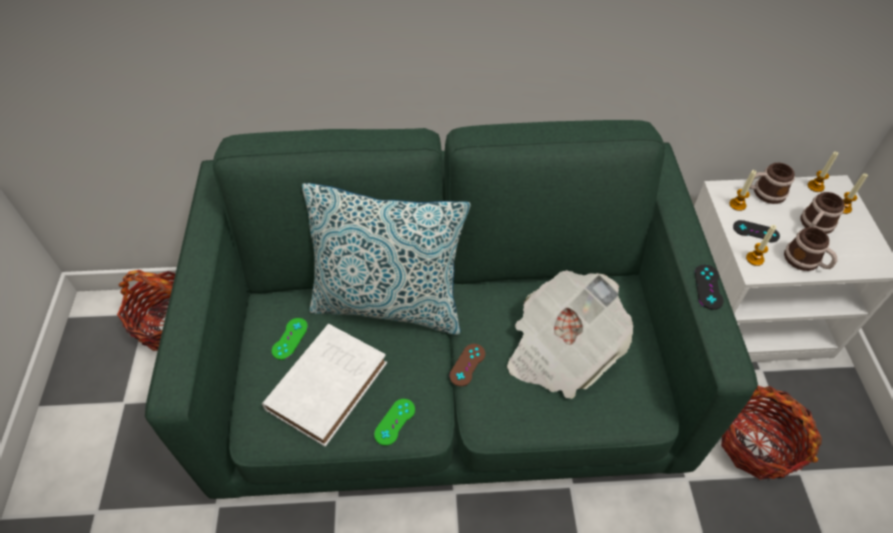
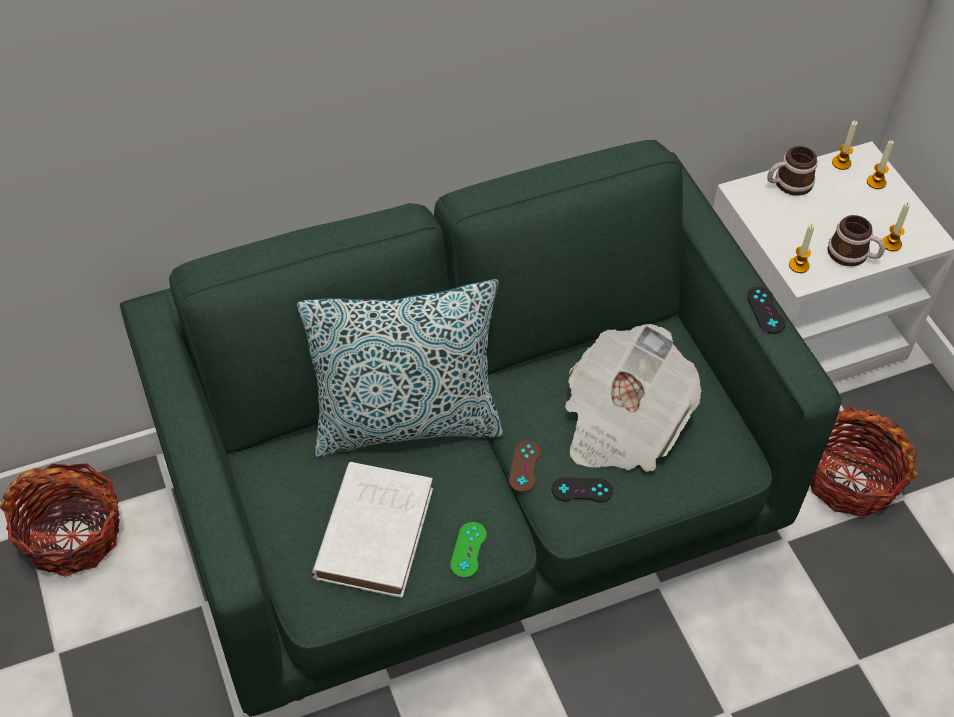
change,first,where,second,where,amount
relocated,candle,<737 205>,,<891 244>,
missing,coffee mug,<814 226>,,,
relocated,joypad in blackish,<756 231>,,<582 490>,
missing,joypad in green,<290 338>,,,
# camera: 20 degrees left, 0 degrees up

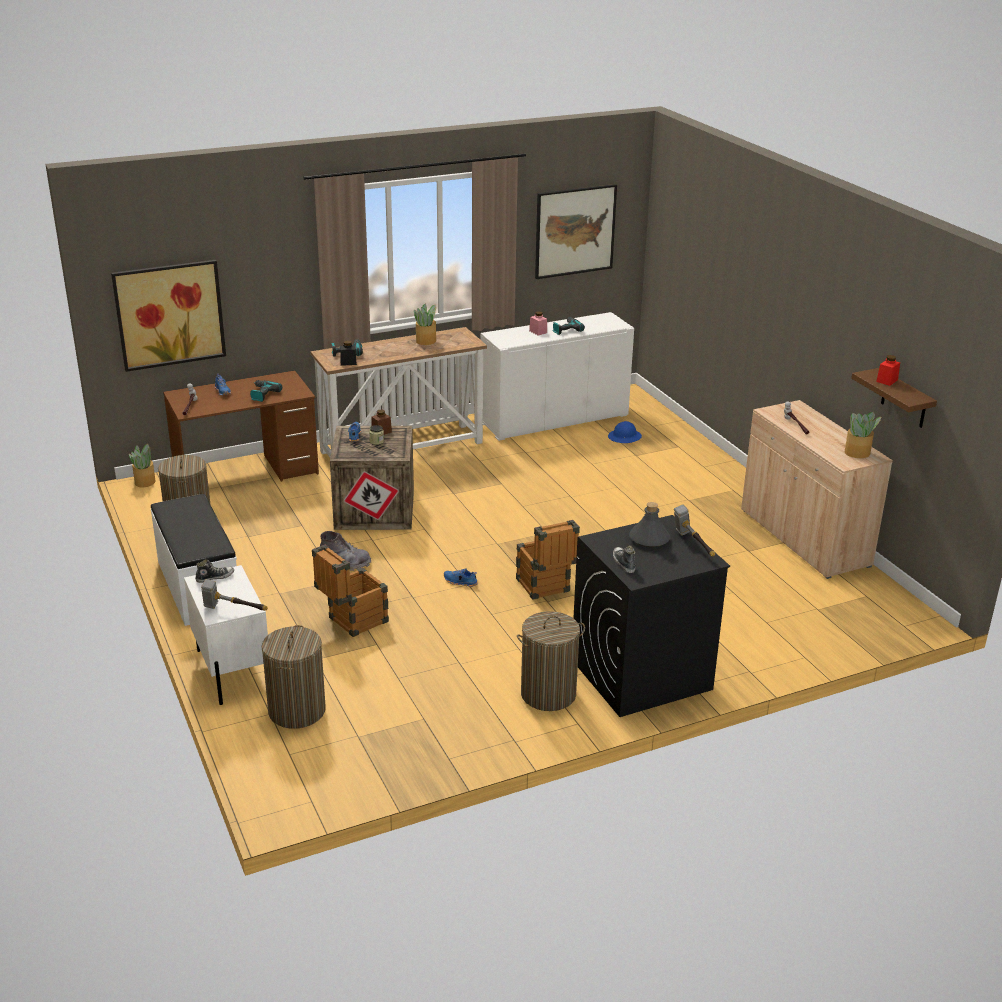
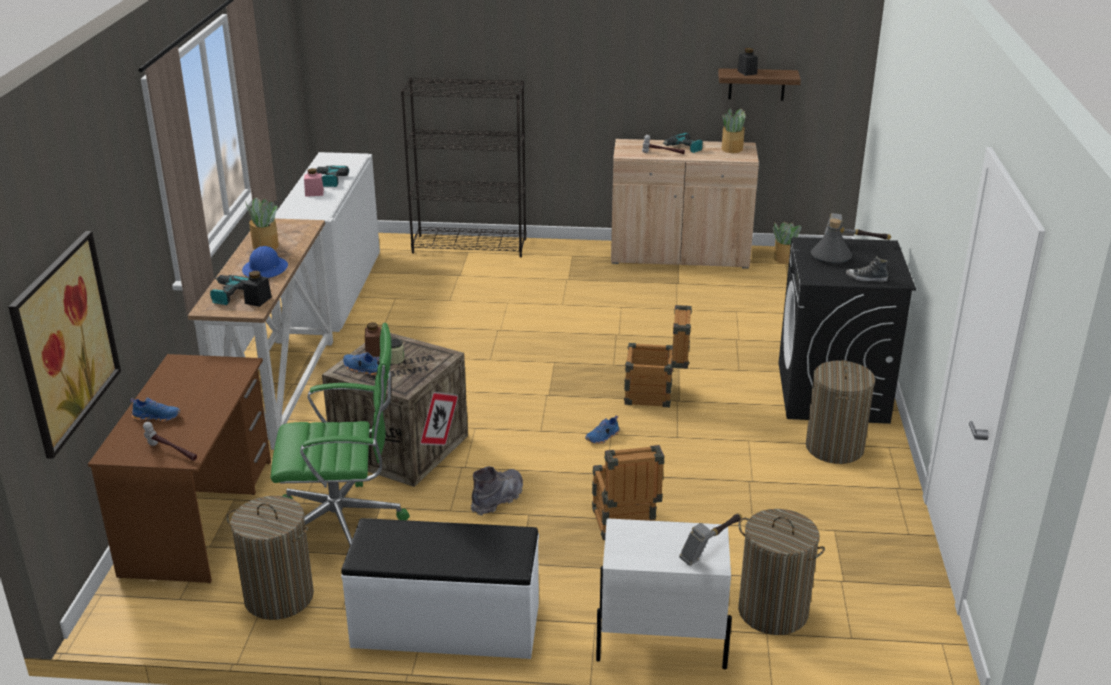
change,first,where,second,where,amount
missing,wall picture,<574 231>,,,
colour,jar in red,<887 380>,jar in blackish,<747 72>,
relocated,power drill,<262 394>,,<683 148>,
relocated,safety helmet in bluish,<624 437>,,<265 269>,
relocated,houseplant,<145 481>,,<784 259>,
missing,item of footwear,<215 577>,,,
appeared,,,shelving unit in blackish,<470 246>,
appeared,,,desk chair in green,<343 524>,
# camera: 60 degrees left, 0 degrees up

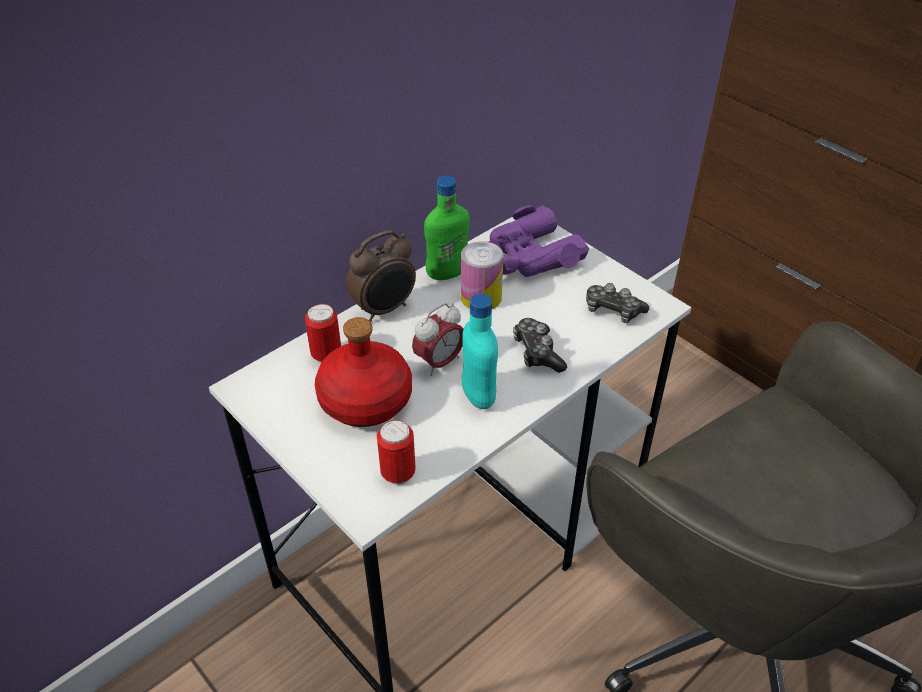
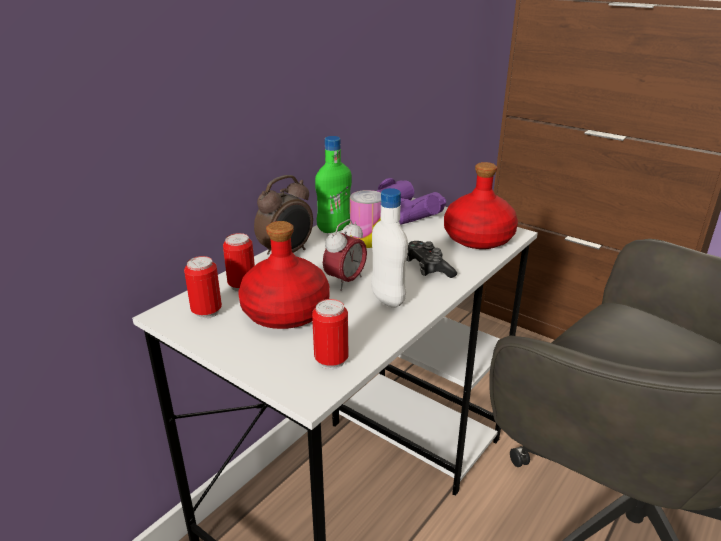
change,first,where,second,where,amount
exchanged,joypad,<613 310>,beverage bottle in red,<477 238>,
colour,beverage bottle in blue-green,<478 395>,beverage bottle in white,<387 299>,
appeared,,,can,<207 312>,
# camera: 10 degrees left, 15 degrees down

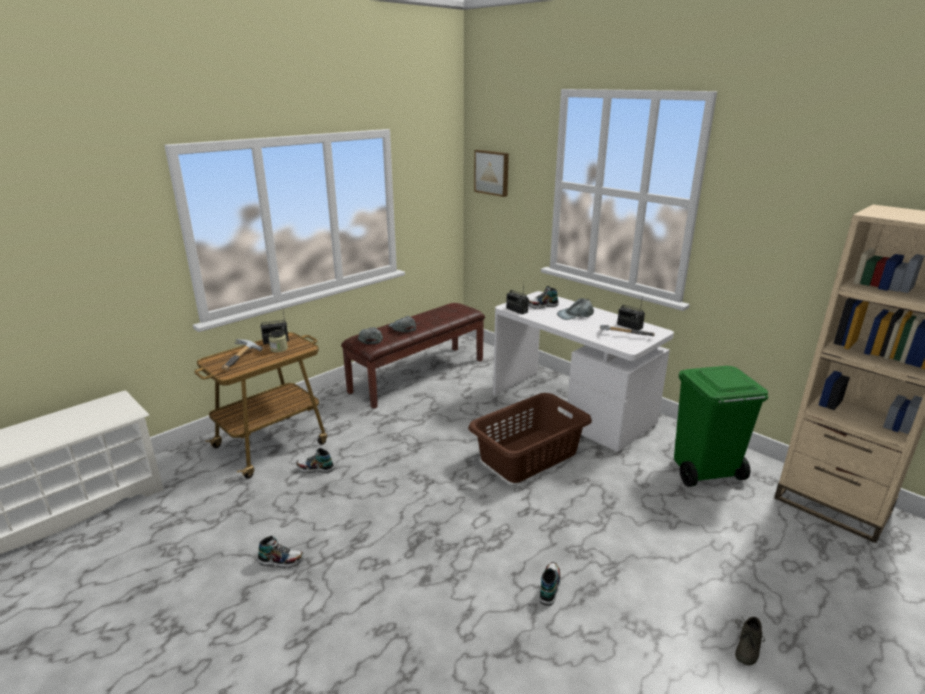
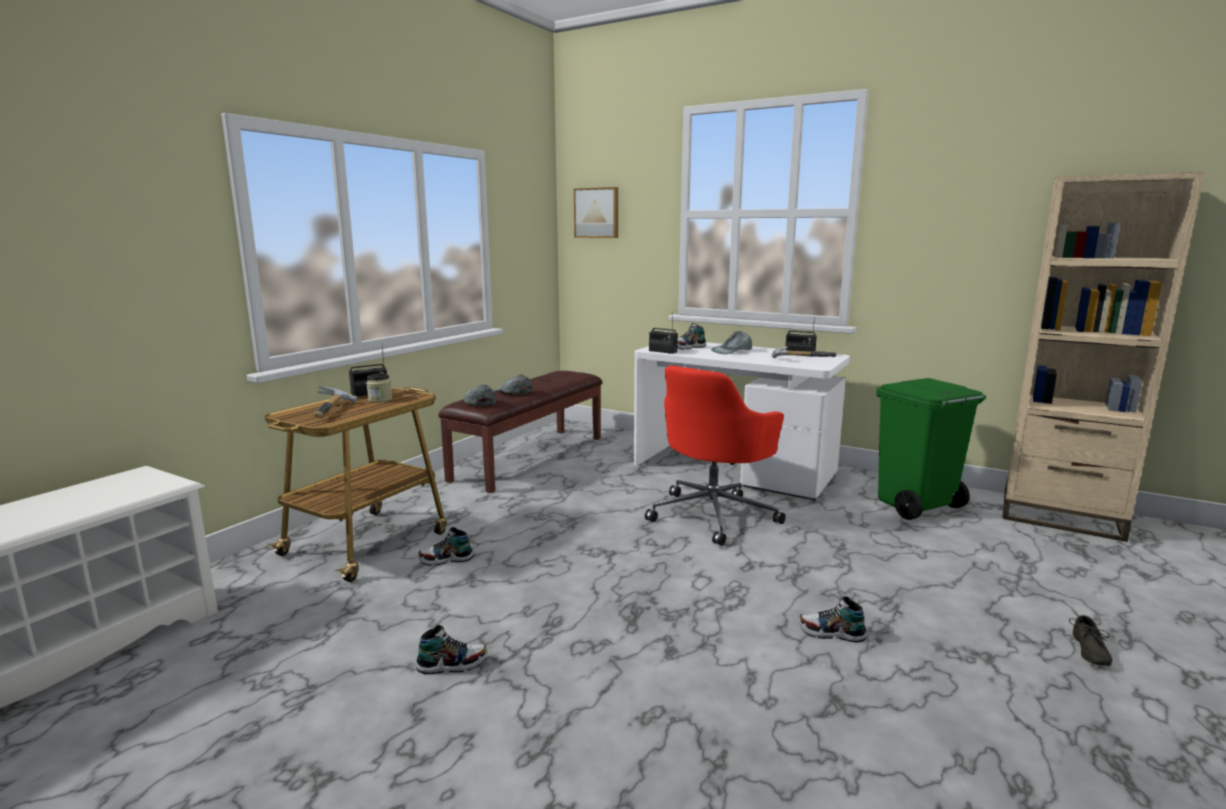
change,first,where,second,where,amount
exchanged,laundry basket in brownish,<527 455>,desk chair in red,<714 515>,
spun,item of footwear,<549 587>,,<831 633>,75 degrees counterclockwise
# camera: 15 degrees left, 10 degrees down

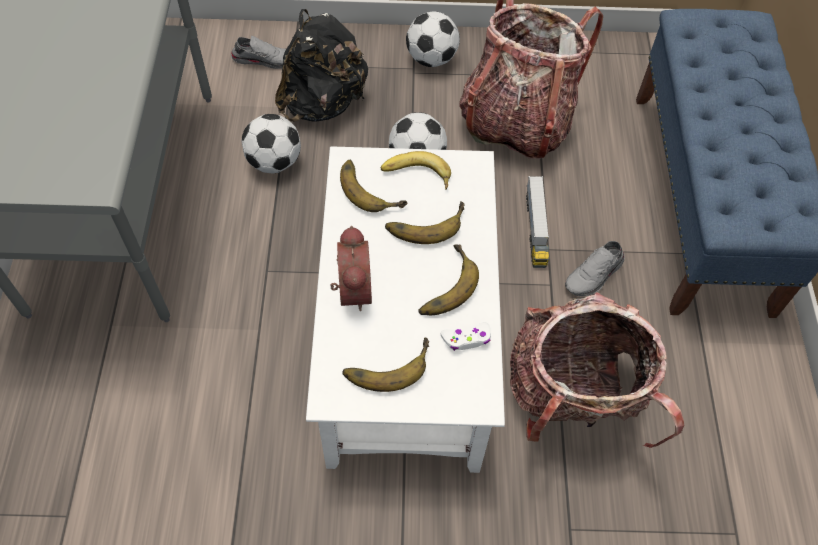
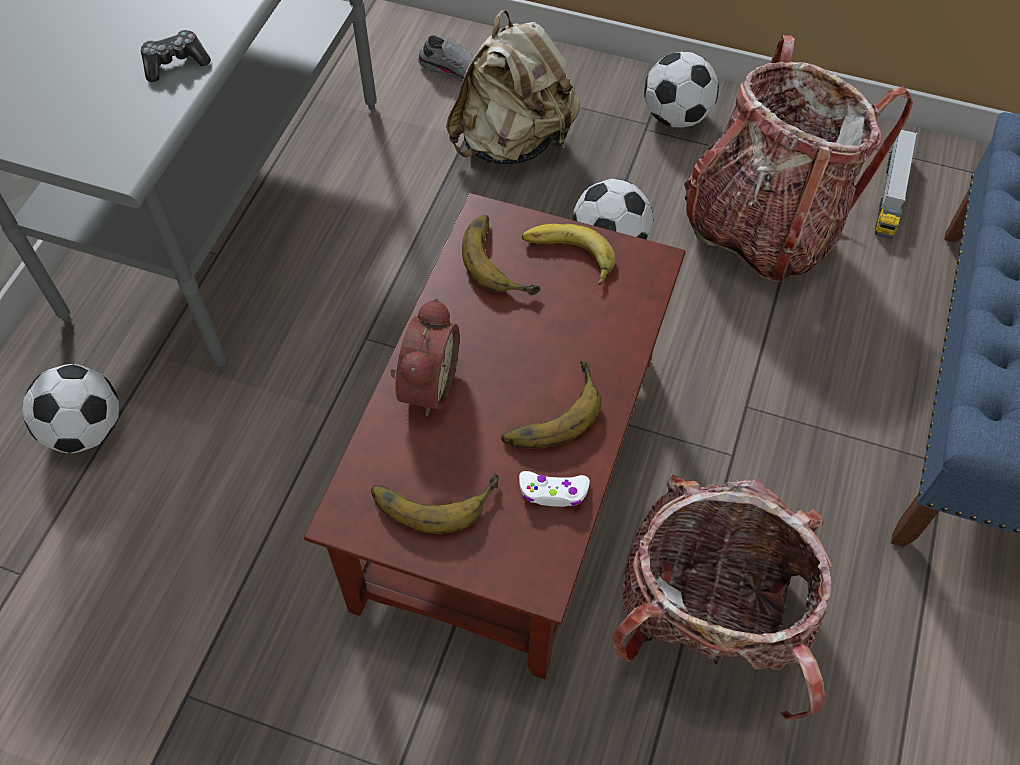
change,first,where,second,where,amount
colour,rucksack in blackish,<323 103>,rucksack in beige-coloured,<513 142>,
relocated,ball for football,<274 162>,,<86 430>,
colour,coffee table in white,<405 339>,coffee table in brownish,<509 474>,
relocated,toy truck,<535 228>,,<891 194>,
missing,banana fruit,<424 222>,,,
missing,item of footwear in gray,<594 275>,,,
appeared,,,joypad,<175 63>,
# camera: 20 degrees right, 0 degrees up

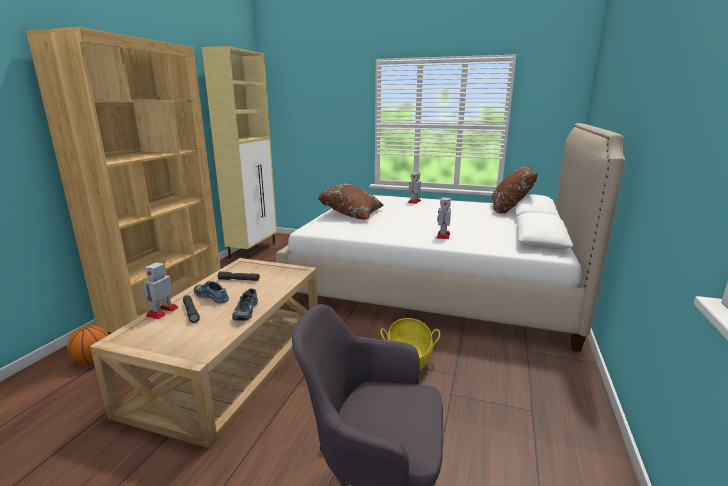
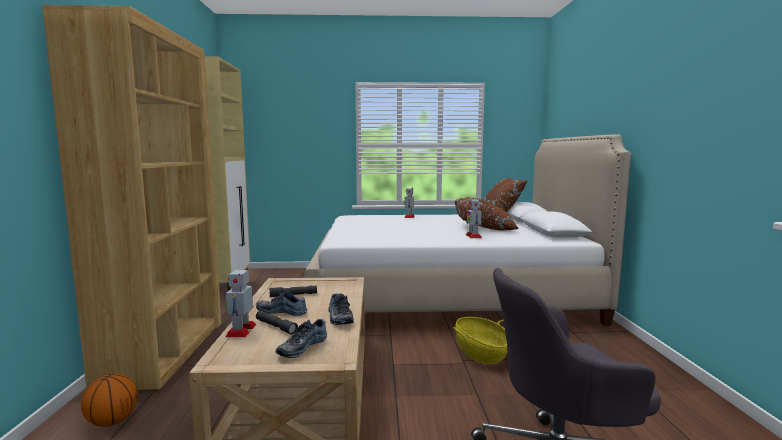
change,first,where,second,where,amount
relocated,throw pillow in brownish,<353 214>,,<484 228>,
appeared,,,item of footwear,<301 347>,
# camera: 20 degrees left, 10 degrees down

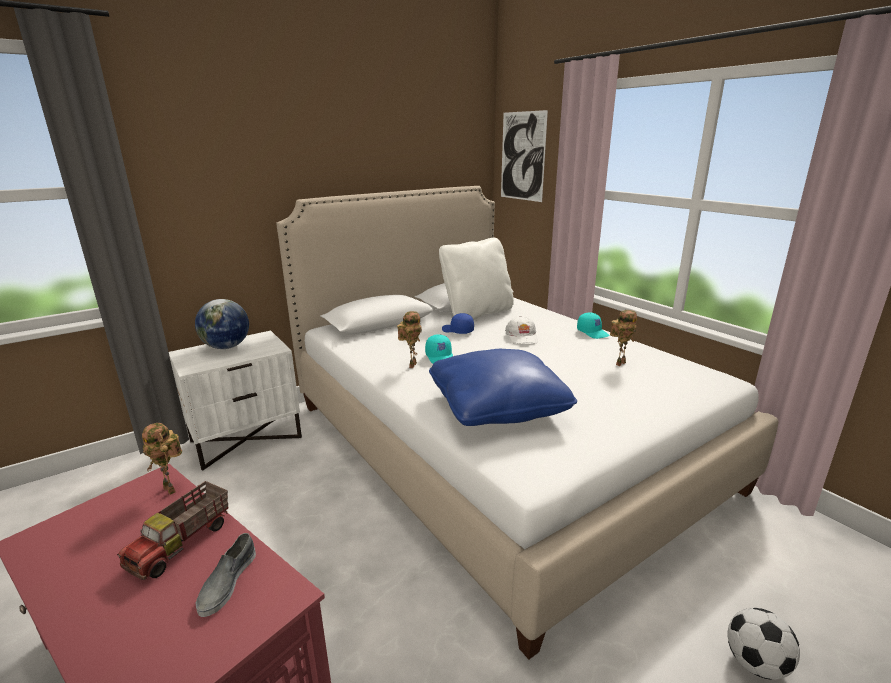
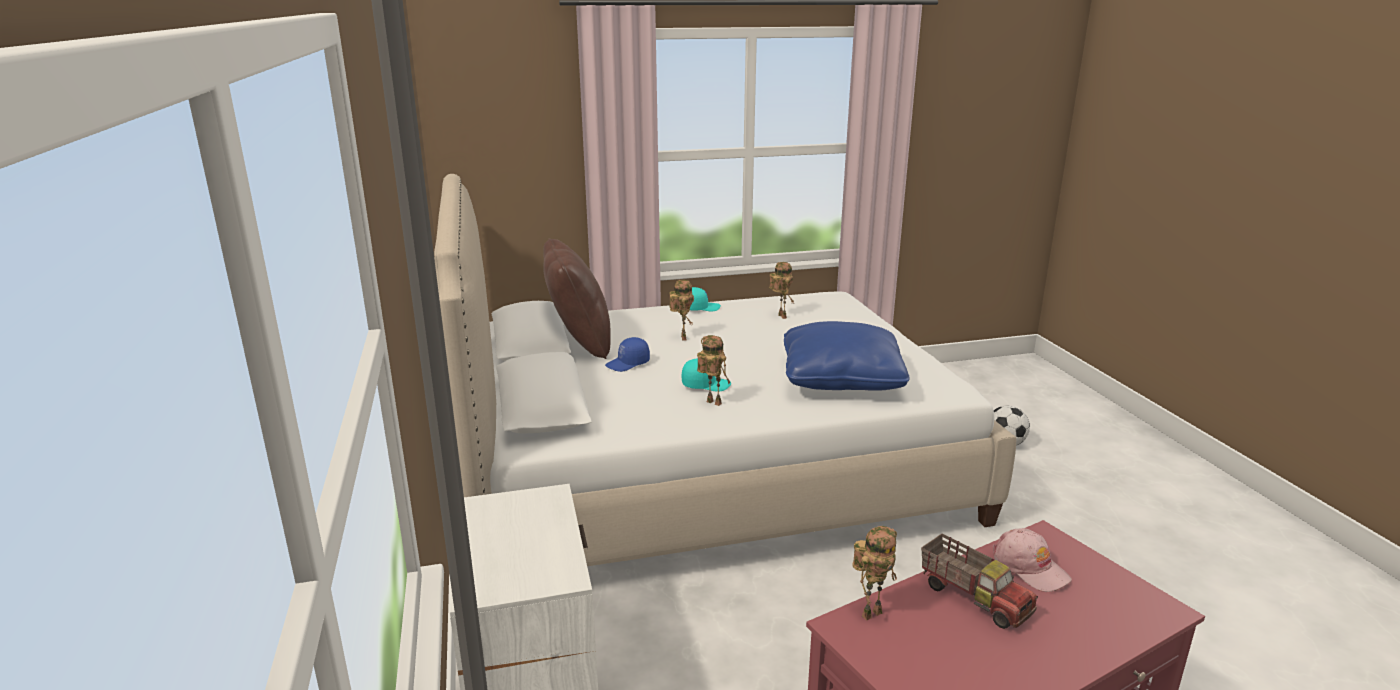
change,first,where,second,where,amount
missing,wall picture,<522 156>,,,
colour,throw pillow in white,<477 313>,throw pillow in brownish,<579 344>,
missing,desk globe,<226 347>,,,
exchanged,peaked cap in white,<522 337>,robot figure,<682 337>,
exchanged,item of footwear in gray,<227 581>,peaked cap in pink,<1029 567>,
# camera: 70 degrees left, 0 degrees up

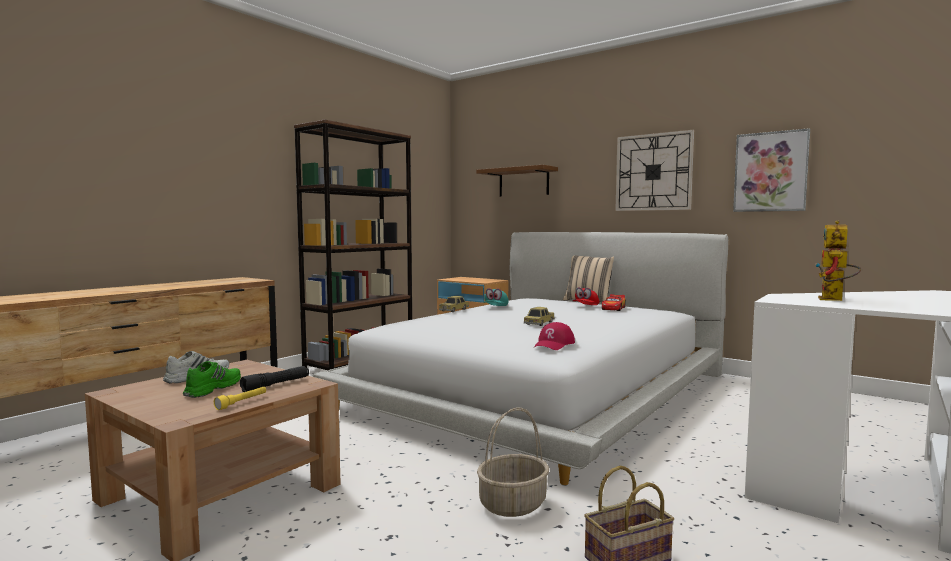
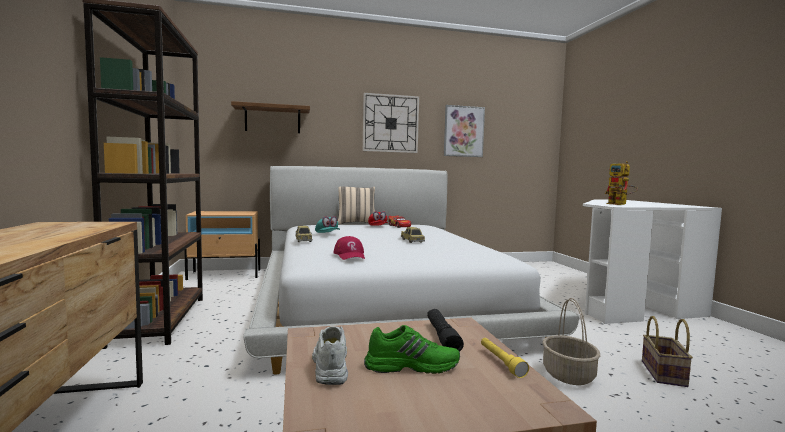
change,first,where,second,where,amount
relocated,peaked cap in red,<554 344>,,<350 255>,
spun,item of footwear in green,<212 388>,,<411 365>,120 degrees clockwise
# camera: 50 degrees left, 0 degrees up

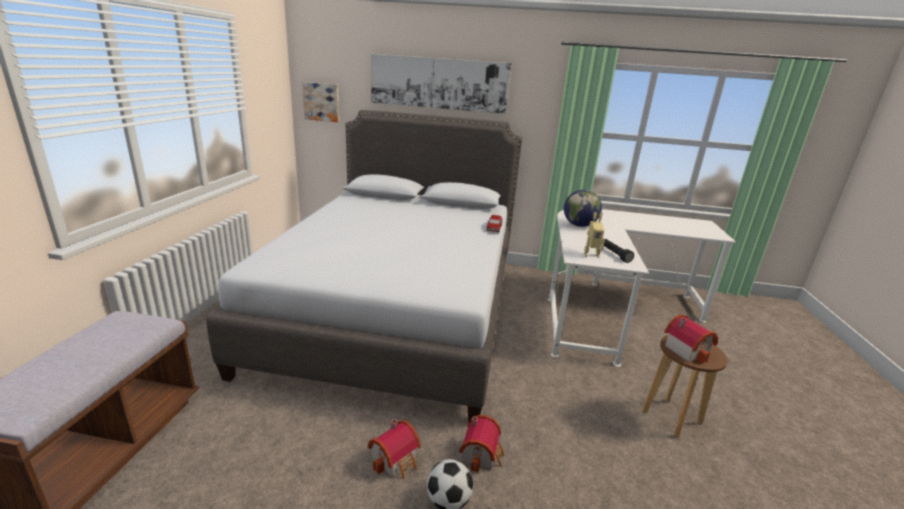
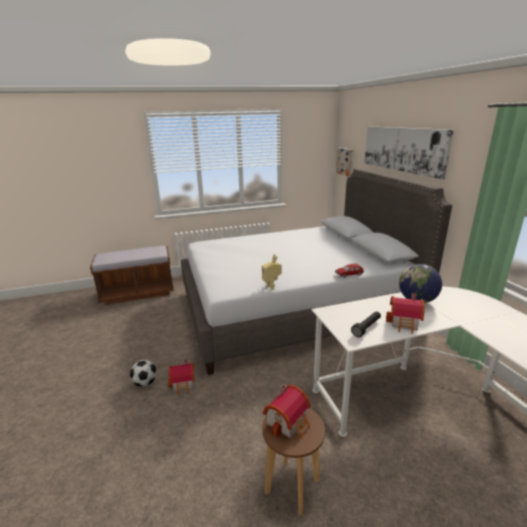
change,first,where,second,where,amount
relocated,robot figure,<590 254>,,<272 287>,
relocated,miniature house,<396 460>,,<405 323>,
# camera: 65 degrees right, 0 degrees up

